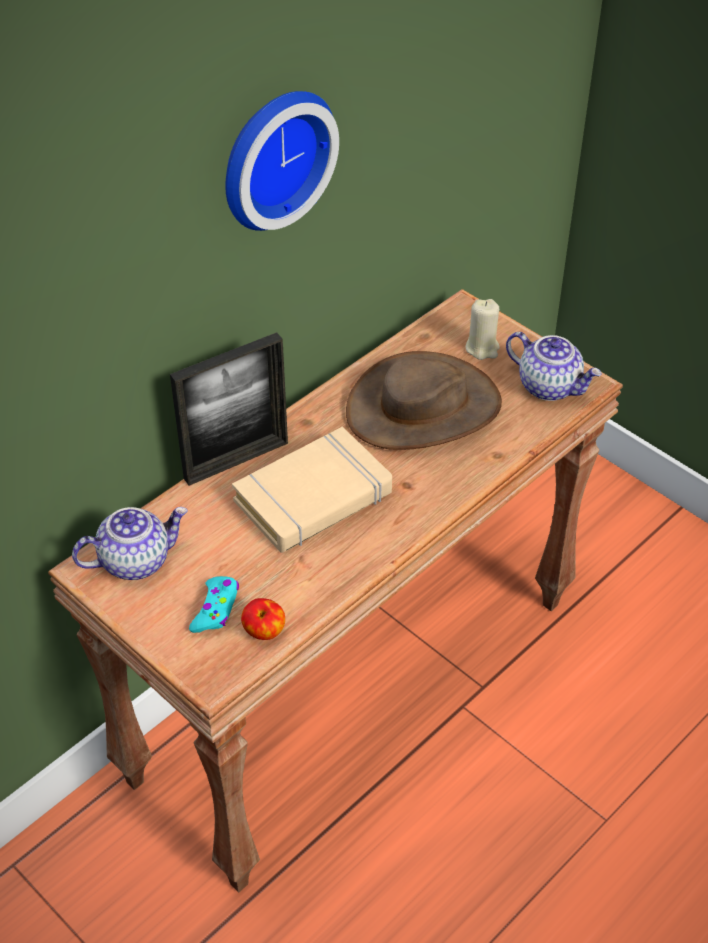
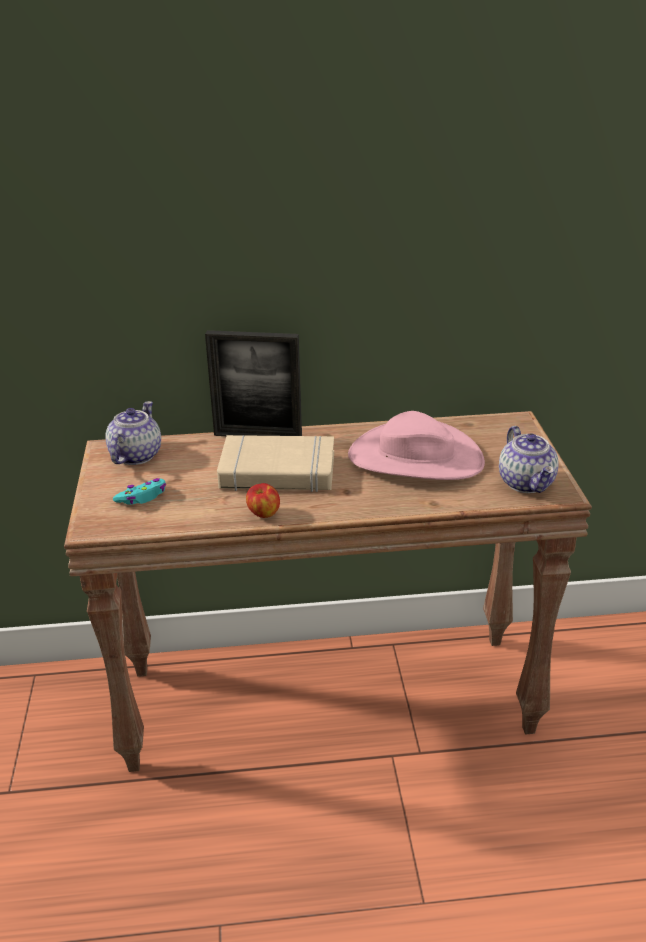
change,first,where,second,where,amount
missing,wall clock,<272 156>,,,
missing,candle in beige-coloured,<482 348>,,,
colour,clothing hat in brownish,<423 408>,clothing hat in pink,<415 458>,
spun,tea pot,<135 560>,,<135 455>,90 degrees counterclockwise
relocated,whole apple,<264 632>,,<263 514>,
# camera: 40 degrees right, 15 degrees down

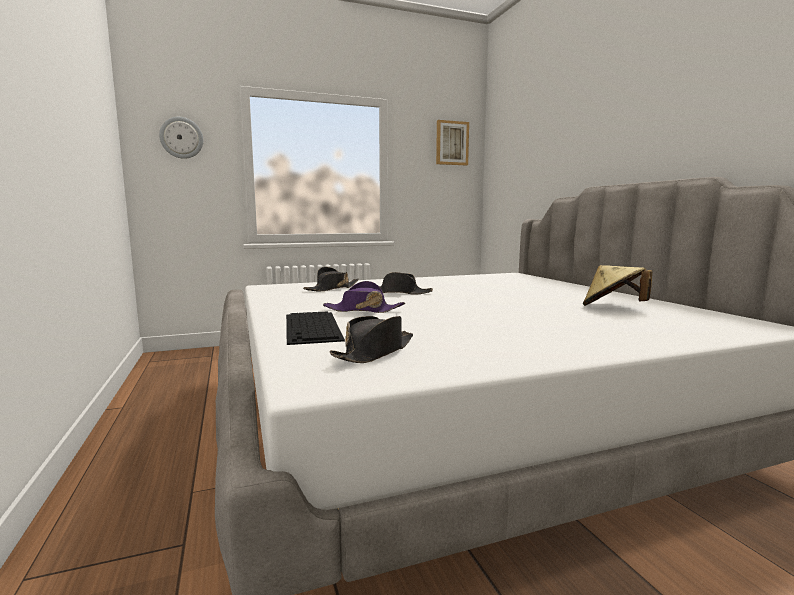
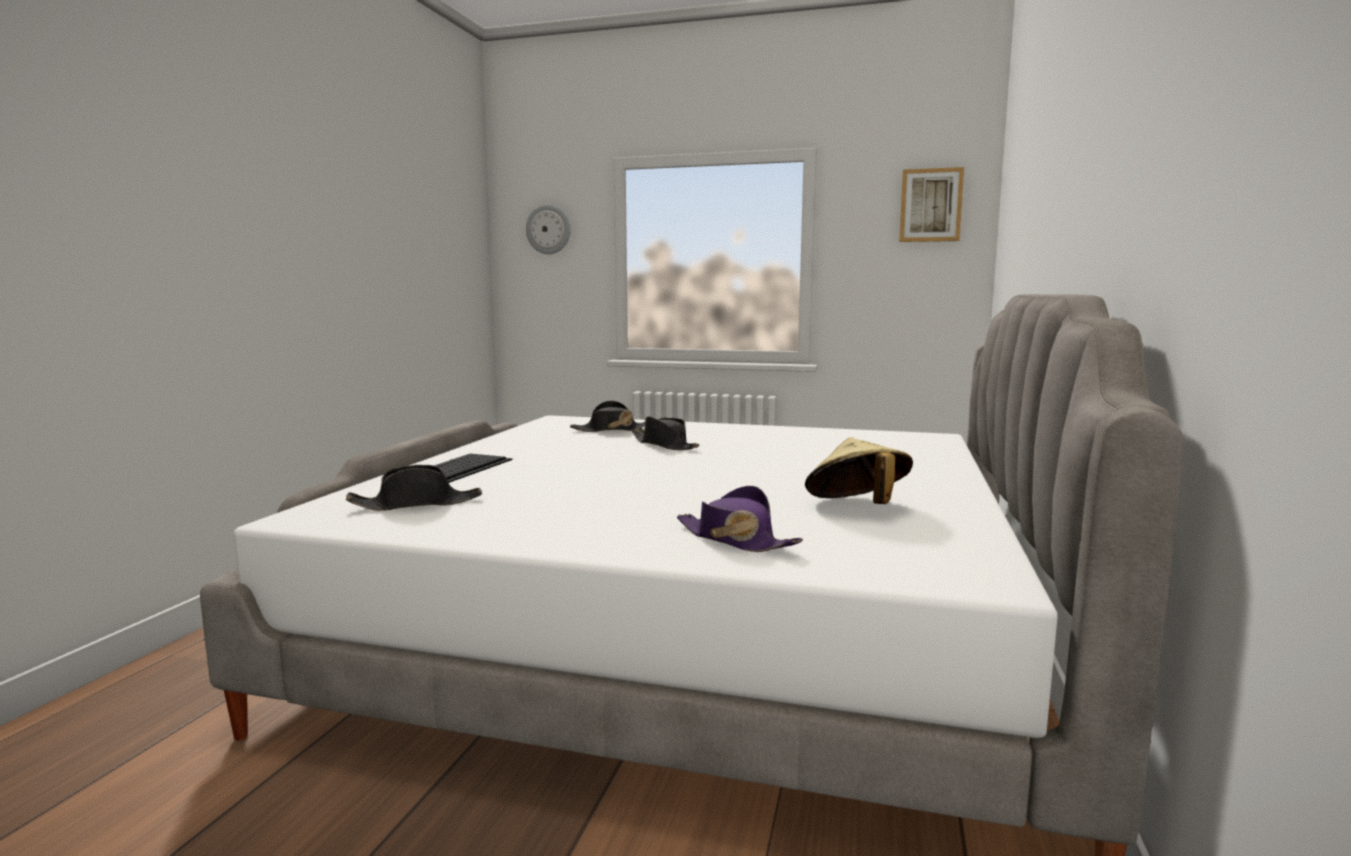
change,first,where,second,where,amount
relocated,clothing hat in purple,<363 310>,,<734 539>,
# camera: 35 degrees right, 0 degrees up

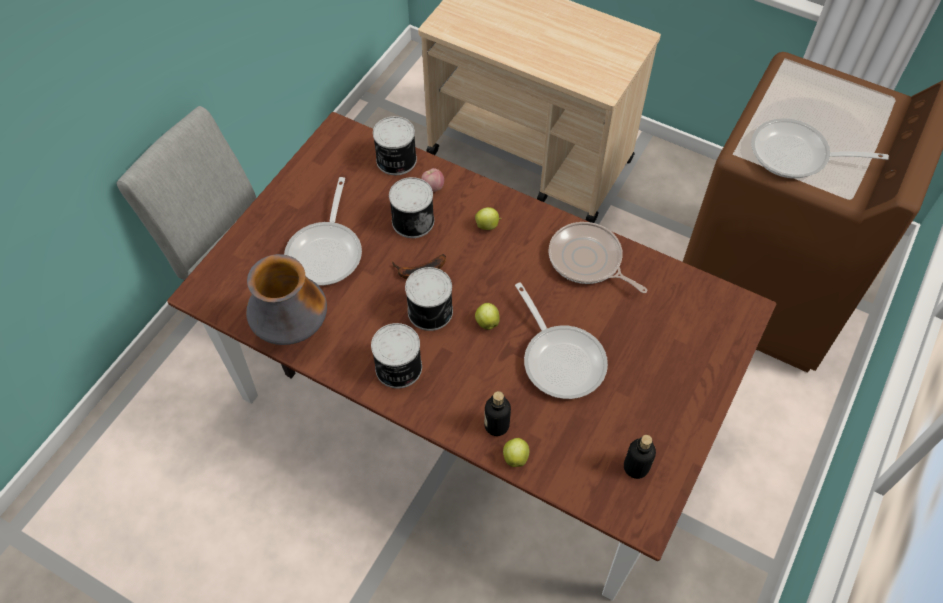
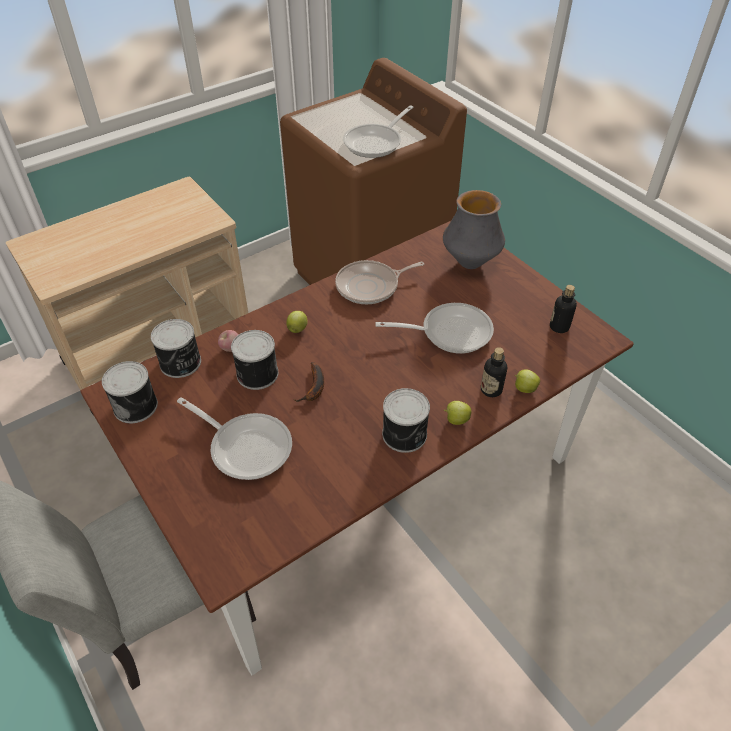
change,first,where,second,where,amount
relocated,vase,<292 328>,,<470 262>,
relocated,can,<431 311>,,<136 405>,
relocated,whole apple,<487 322>,,<456 420>,
# camera: 65 degrees left, 10 degrees down

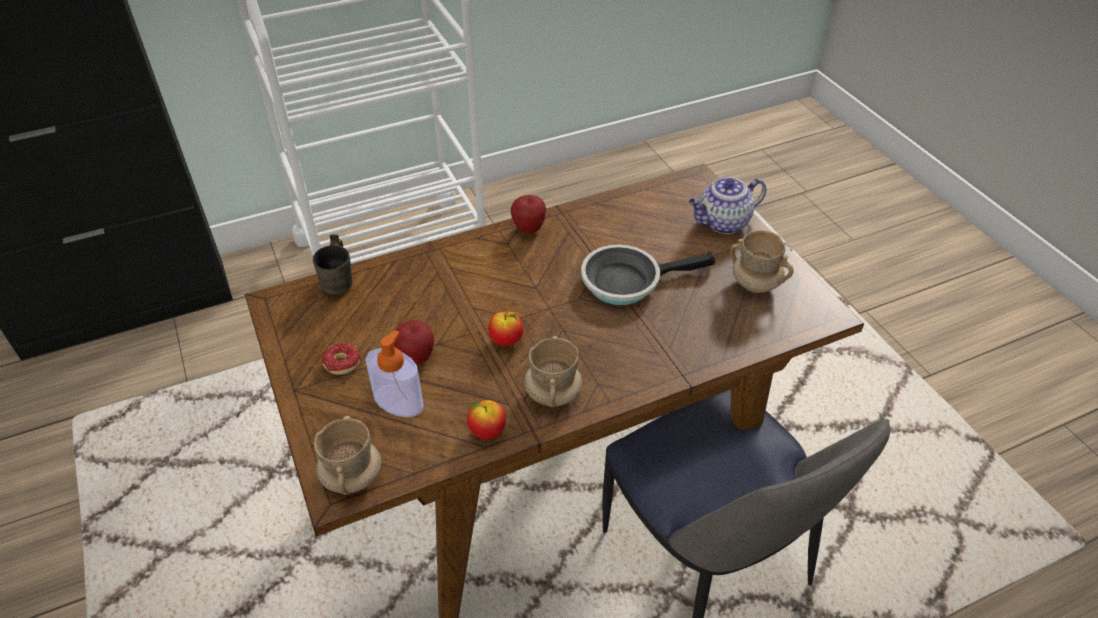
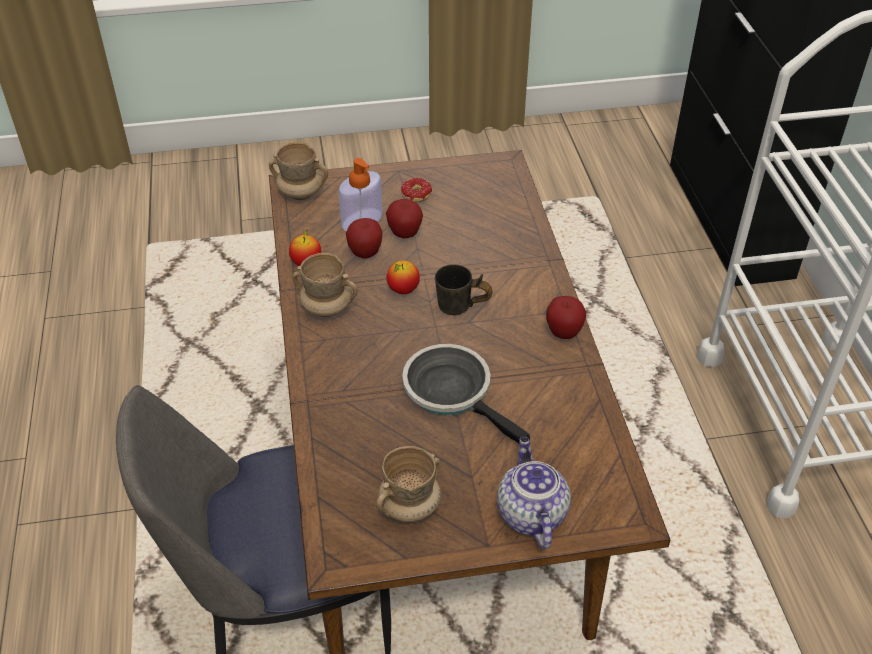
change,first,where,second,where,amount
relocated,coffee mug in gray,<342 281>,,<460 310>,
spun,pan,<627 281>,,<453 393>,45 degrees counterclockwise
appeared,,,whole apple,<365 253>,
# camera: 105 degrees right, 0 degrees up

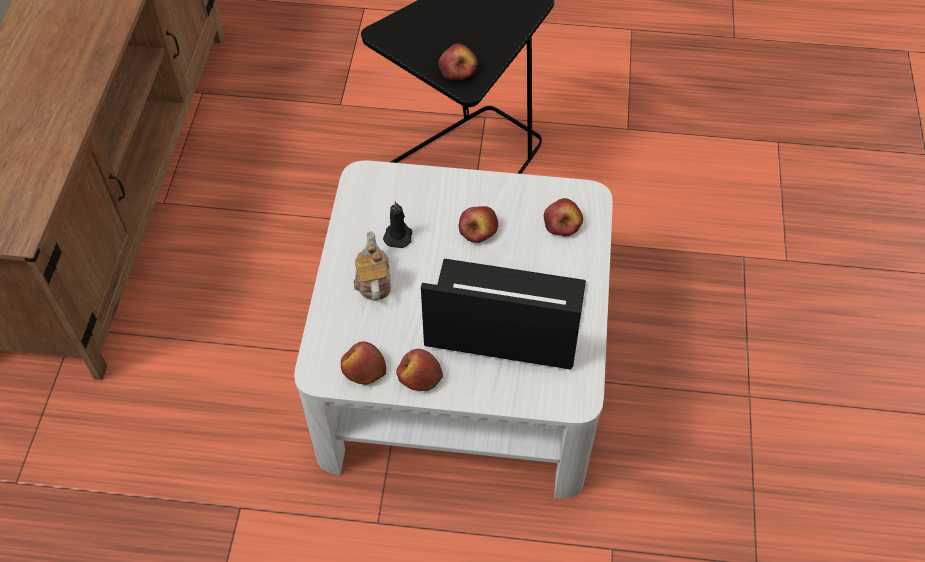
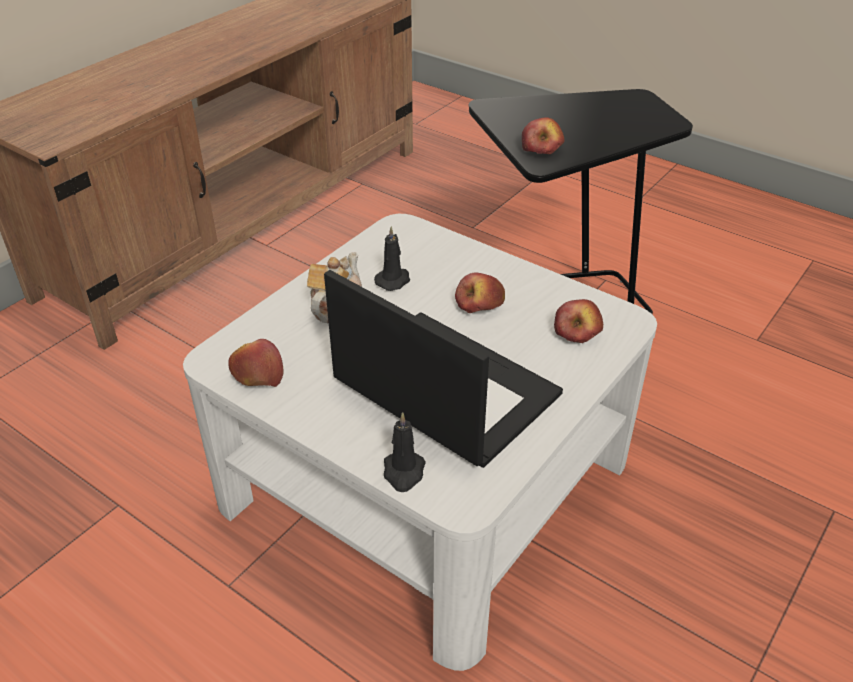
change,first,where,second,where,amount
missing,whole apple,<419 376>,,,
appeared,,,candle in blackish,<403 472>,
# camera: 30 degrees right, 15 degrees down

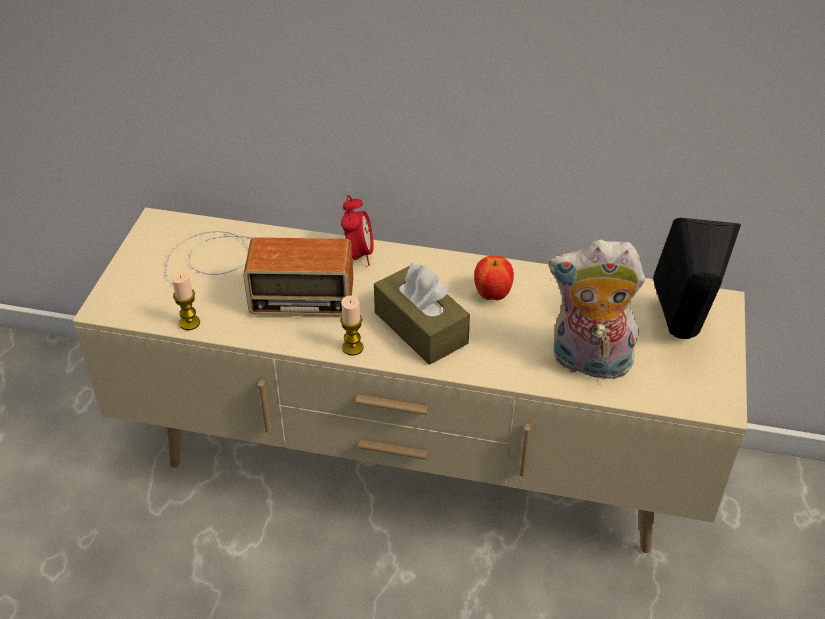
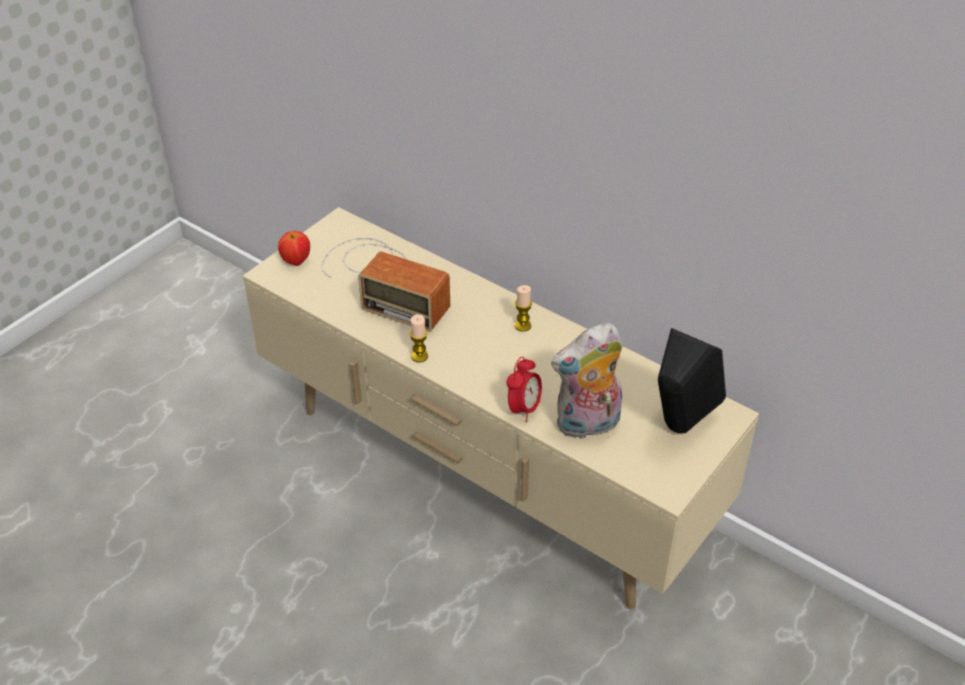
change,first,where,second,where,amount
relocated,bedside clock,<359 255>,,<524 409>,
spun,soft toy,<588 363>,,<587 425>,60 degrees counterclockwise
relocated,whole apple,<492 295>,,<296 261>,
missing,tissue holder in brownish,<420 328>,,,
relocated,candle,<189 323>,,<522 326>,
# camera: 25 degrees right, 0 degrees up

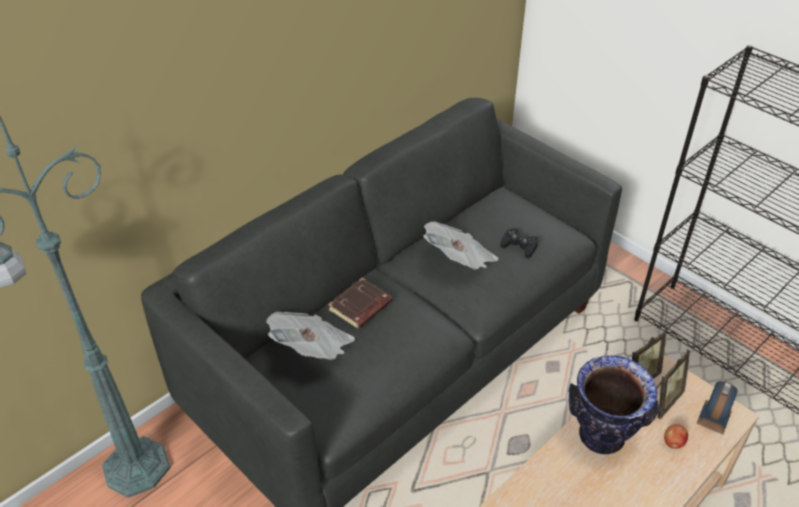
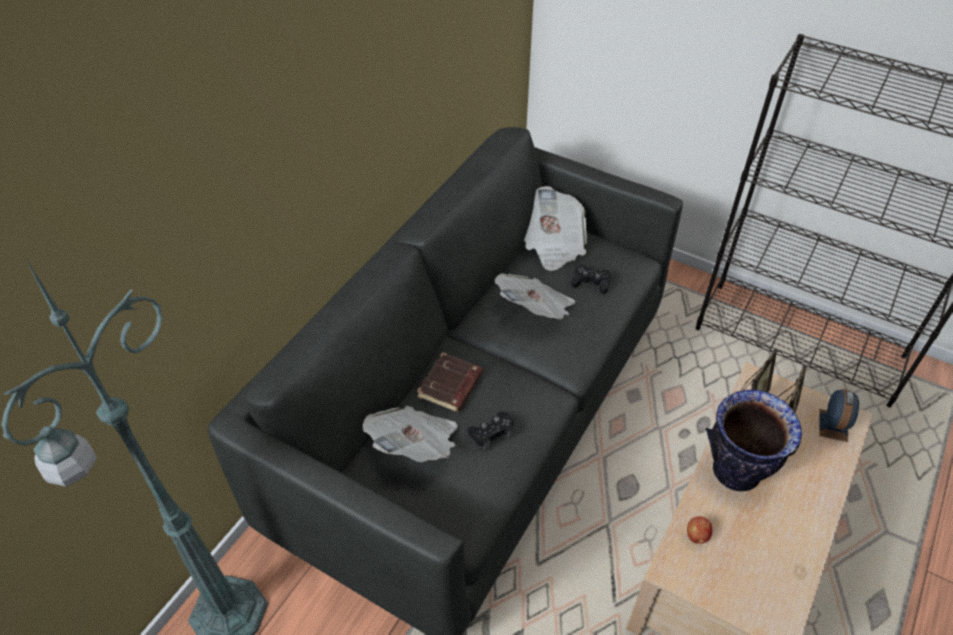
change,first,where,second,where,amount
relocated,whole apple,<673 443>,,<697 536>,
appeared,,,daily paper,<551 244>,
appeared,,,joypad in blackish,<491 433>,
# camera: 15 degrees left, 5 degrees up

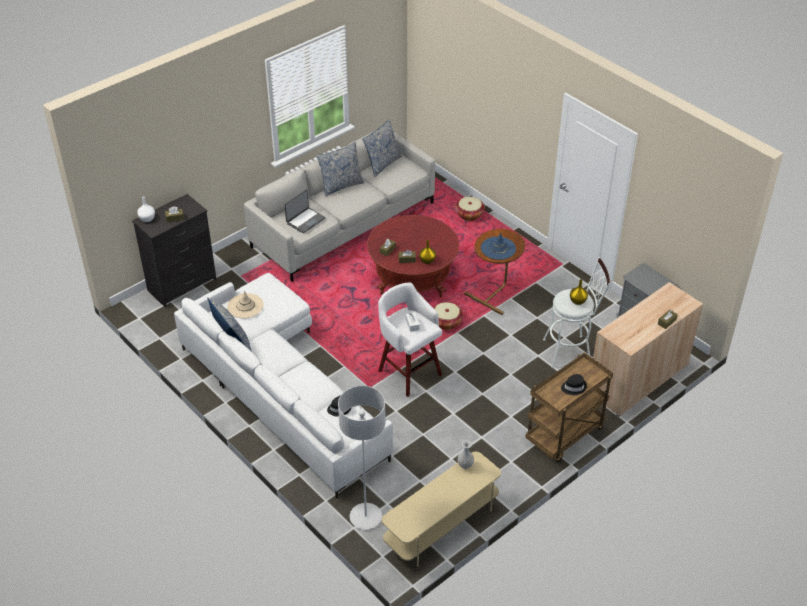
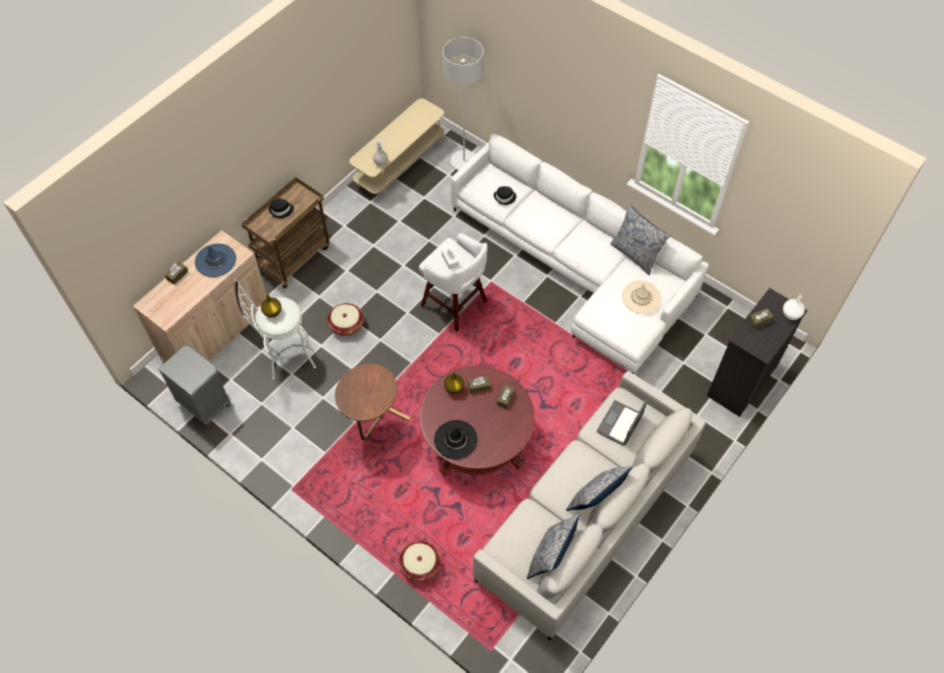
change,first,where,second,where,amount
relocated,clothing hat in bluish,<498 248>,,<215 260>,
relocated,storage basket,<446 322>,,<346 325>,
appeared,,,clothing hat in blackish,<455 439>,
# camera: 170 degrees right, 15 degrees up

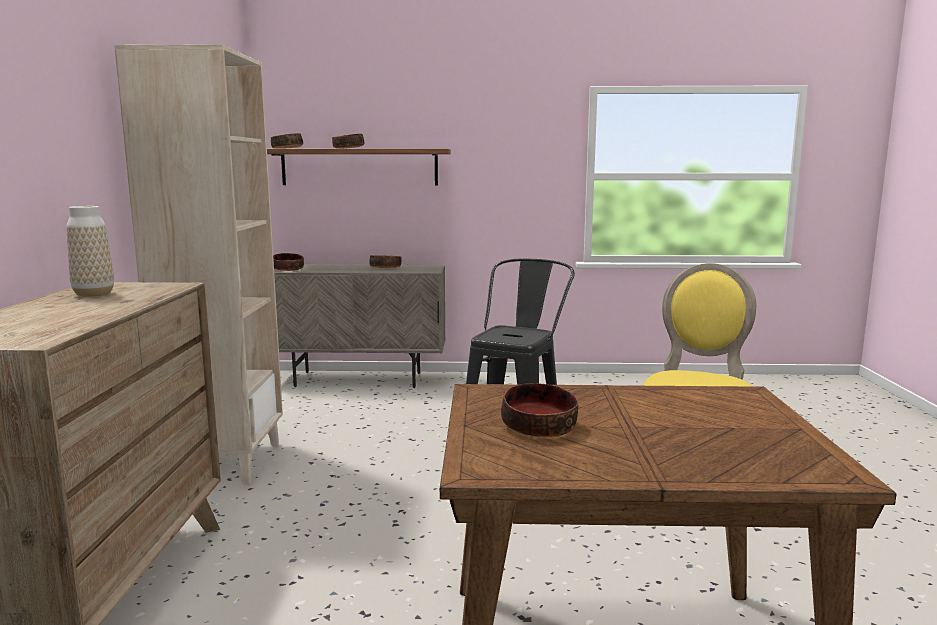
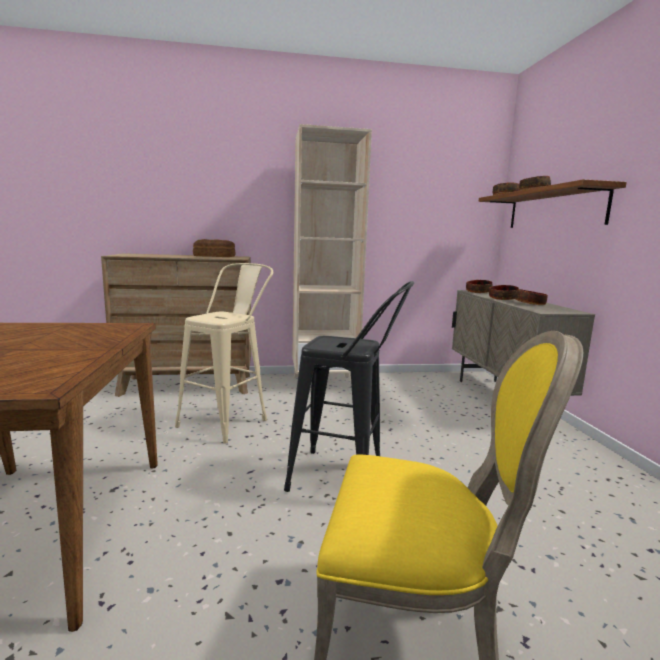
change,first,where,second,where,amount
exchanged,vase,<94 294>,bread,<215 256>,
relocated,bowl,<538 427>,,<502 298>,
appeared,,,stool in beige-coloured,<229 420>,
# camera: 80 degrees right, 0 degrees up

